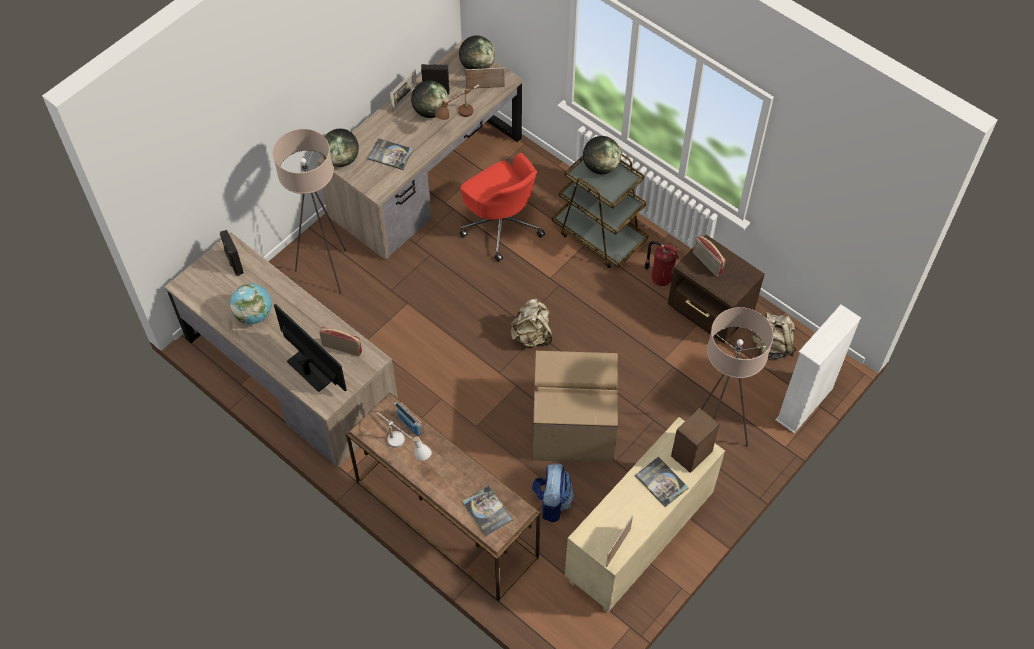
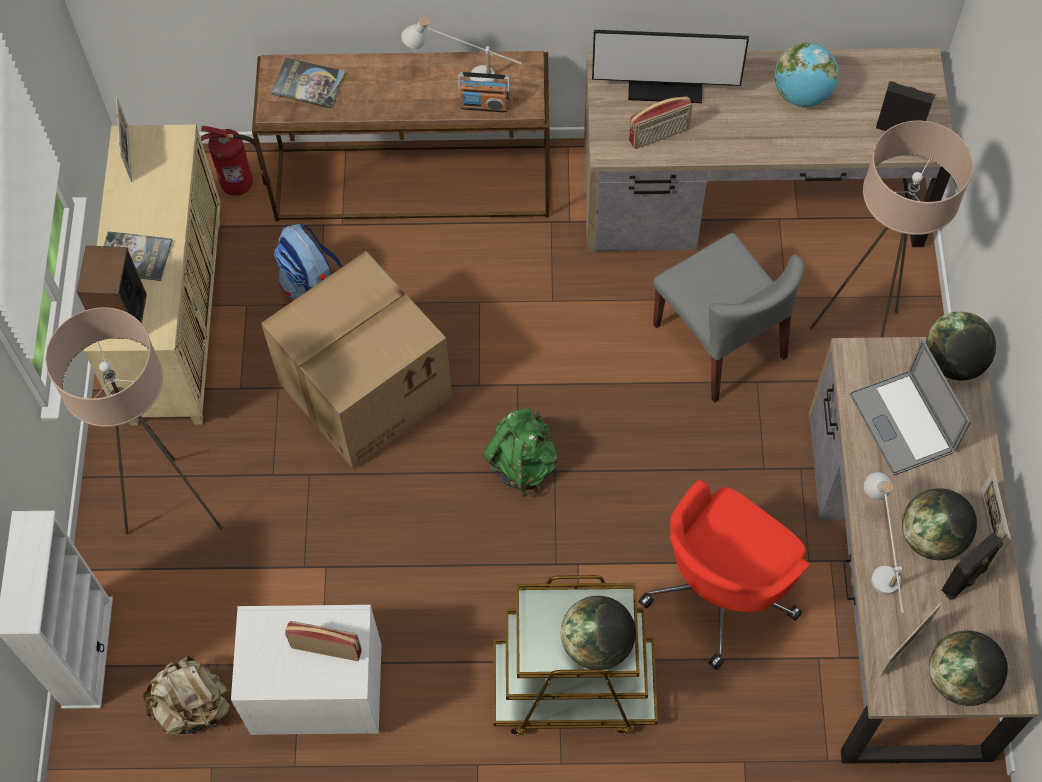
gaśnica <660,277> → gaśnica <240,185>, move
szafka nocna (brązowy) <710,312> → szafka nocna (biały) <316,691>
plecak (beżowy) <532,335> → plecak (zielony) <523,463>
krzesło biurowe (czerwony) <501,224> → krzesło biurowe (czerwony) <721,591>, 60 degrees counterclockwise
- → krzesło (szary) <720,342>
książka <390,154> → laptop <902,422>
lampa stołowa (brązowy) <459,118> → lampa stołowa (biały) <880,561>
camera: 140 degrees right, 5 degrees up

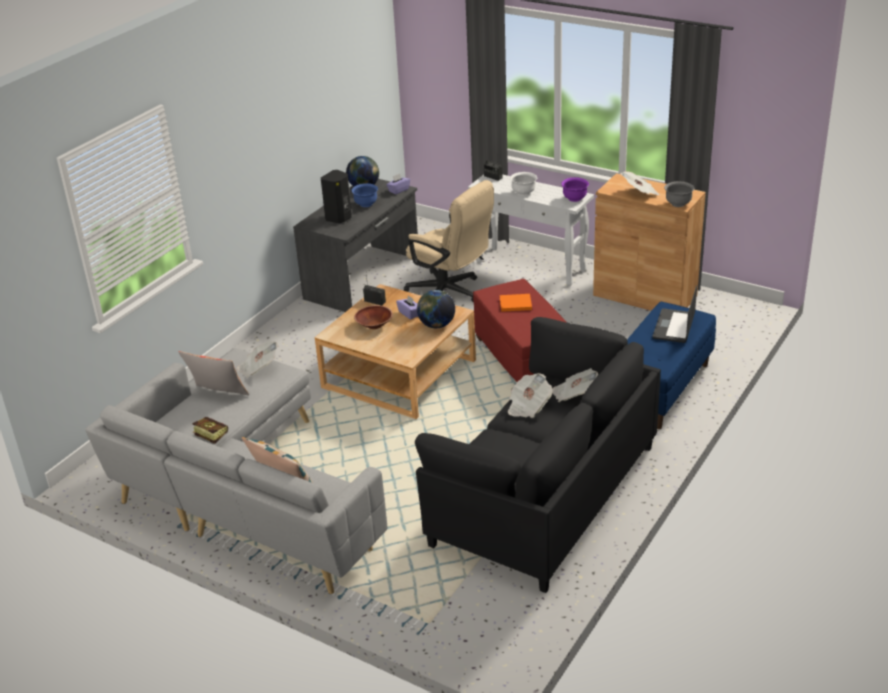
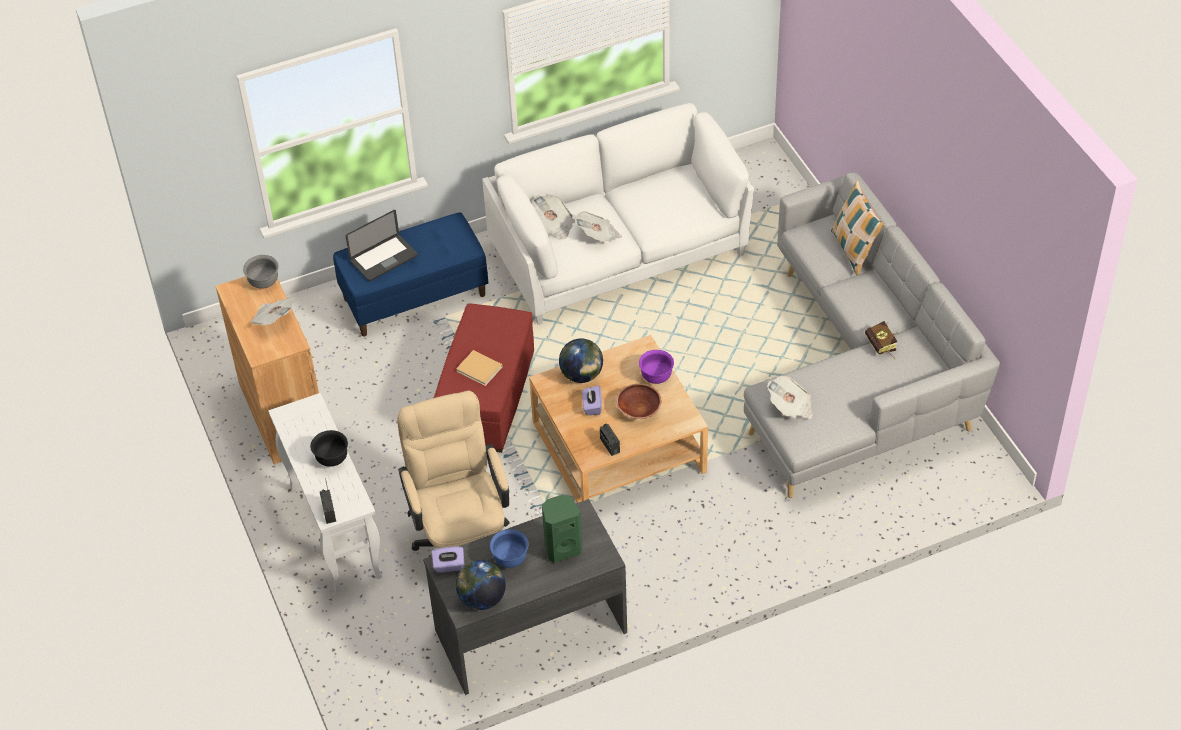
miska (biały) <523,193> → miska (czarny) <332,459>
książka (pomarańczowy) <514,304> → książka (beżowy) <480,369>
kanapa (czarny) <543,494> → kanapa (biały) <618,252>
głośnik (czarny) <339,218> → głośnik (zielony) <562,548>
miska (fioletowy) <574,199> → miska (fioletowy) <656,377>, move
poduszka <218,395> → -
camera: 145 degrees left, 15 degrees up

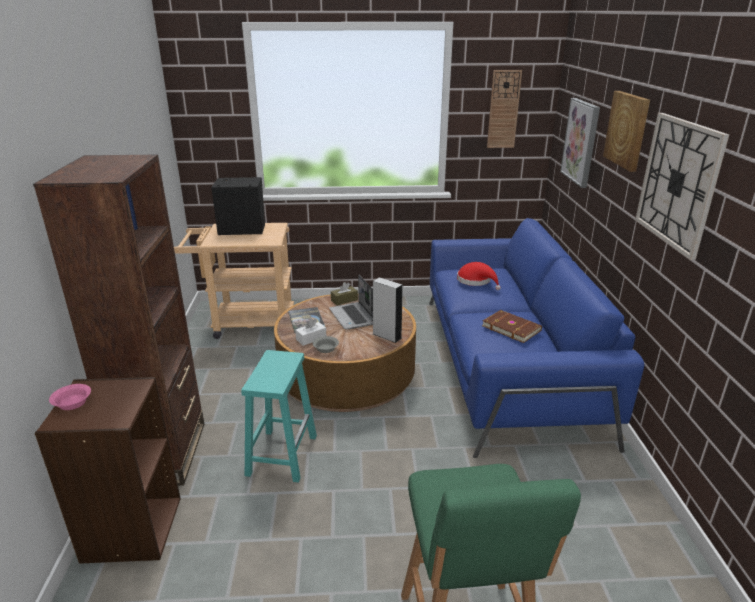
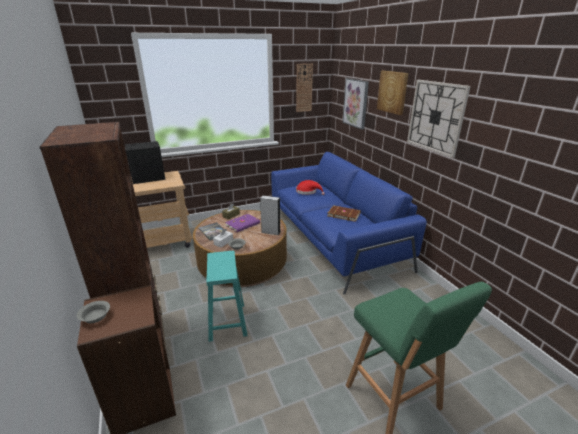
miska (różowy) <71,403> → miska (szary) <95,317>
laptop <353,317> → książka (fioletowy) <243,224>
camera: 20 degrees left, 0 degrees up

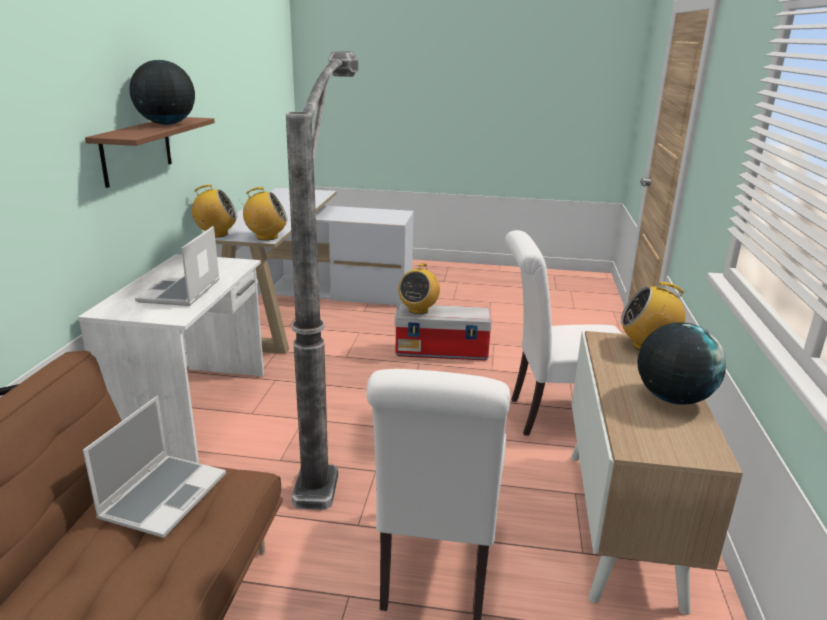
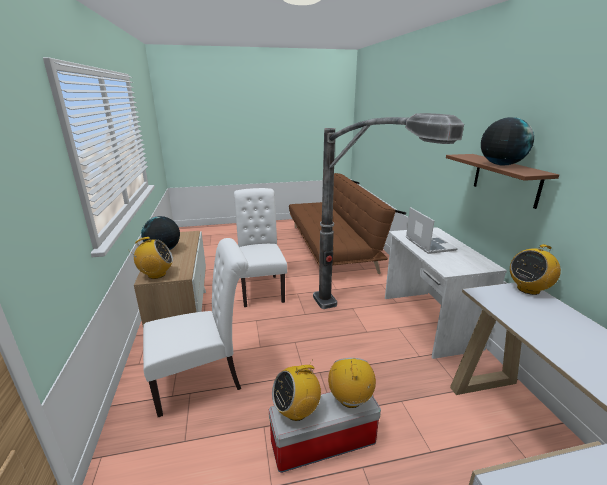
radio <266,237> → radio <297,410>, move
laptop <164,495> → -
camera: 160 degrees right, 0 degrees up

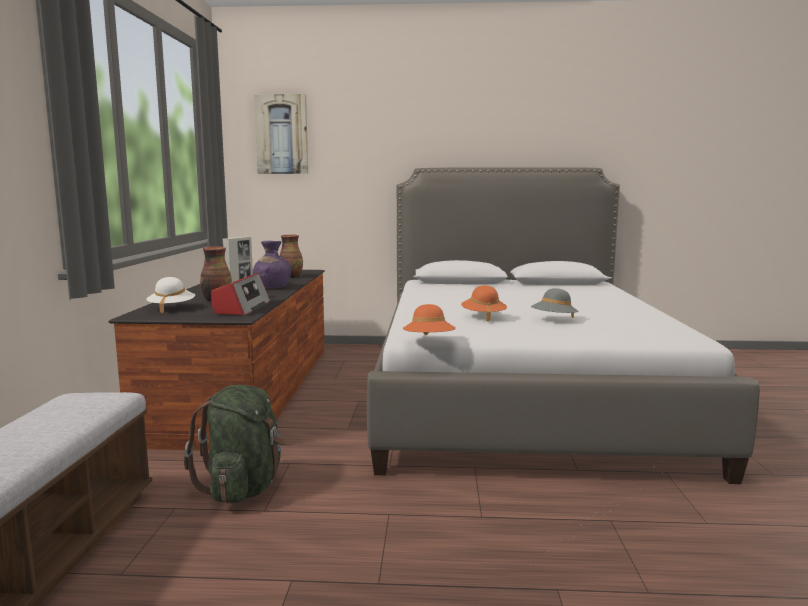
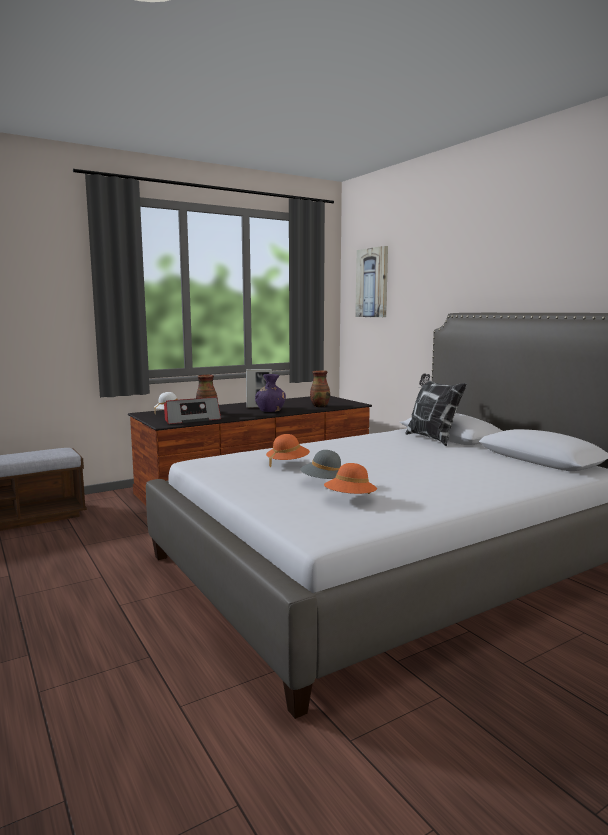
kapelusz (pomarańczowy) <429,341> → kapelusz (pomarańczowy) <350,499>, move
- → poduszka <432,438>
plecak (zielony) <243,488> → -
camera: 55 degrees right, 0 degrees up

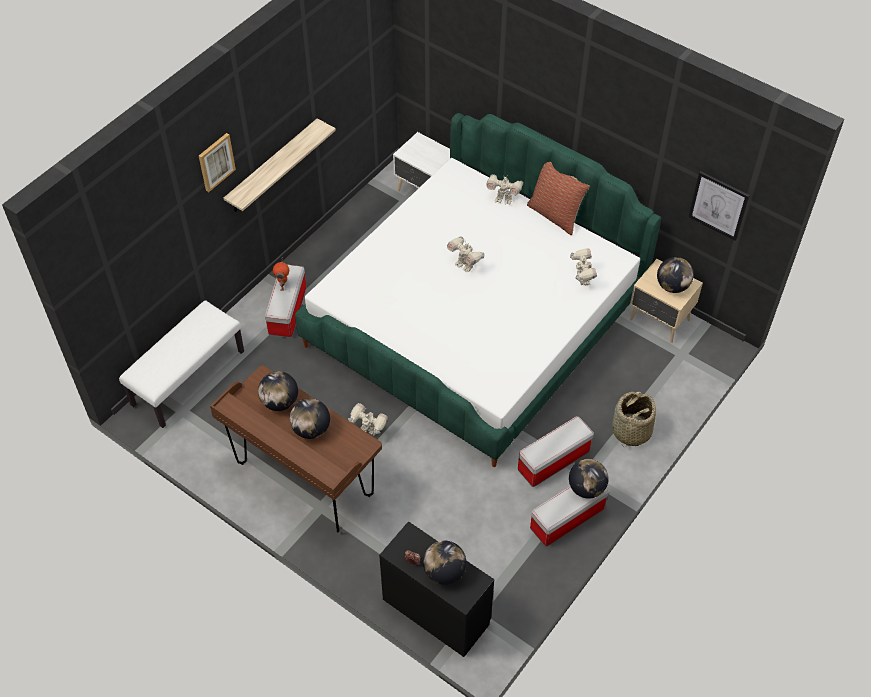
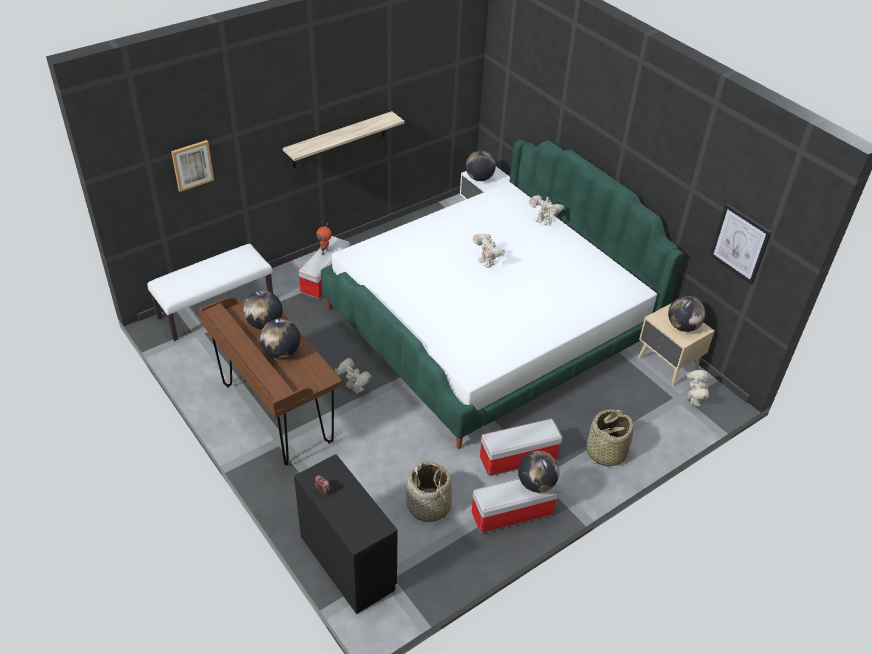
obraz <216,162> → obraz <192,165>, move
- → koszyk <429,506>
globus <444,572> → globus <479,178>, move
robot zabawkowy <581,279> → robot zabawkowy <692,399>, move
poduszka <555,215> → -
camera: 15 degrees right, 10 degrees down

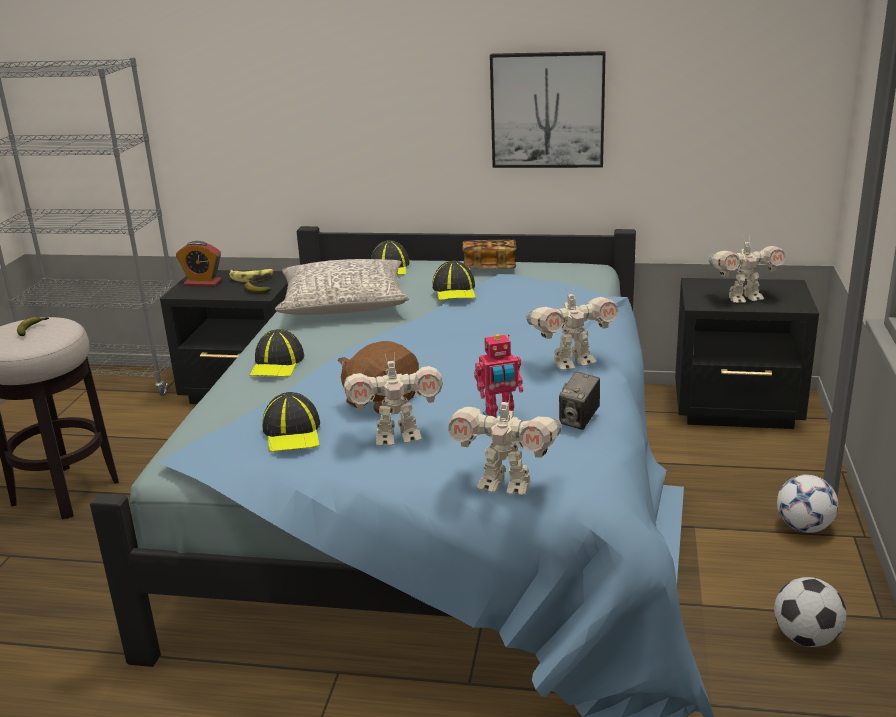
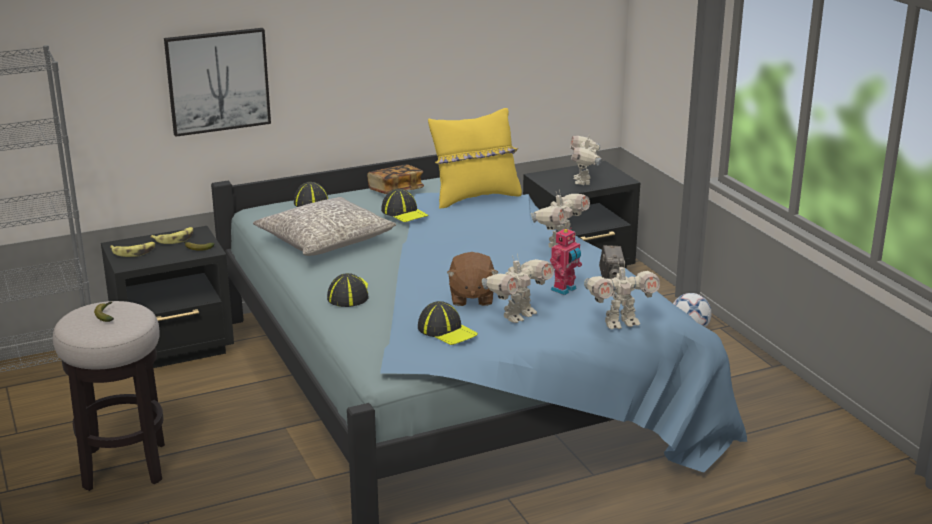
budzik <202,283> → banan <134,252>
obraz <547,110> → obraz <218,81>, move
czapka z daszkiem <277,364> → czapka z daszkiem <348,294>, 150 degrees counterclockwise
- → poduszka (żółty) <475,197>
robot zabawkowy <743,298> → robot zabawkowy <583,181>, 135 degrees clockwise
piłka futbolowa <806,638> → -
camera: 35 degrees left, 0 degrees up

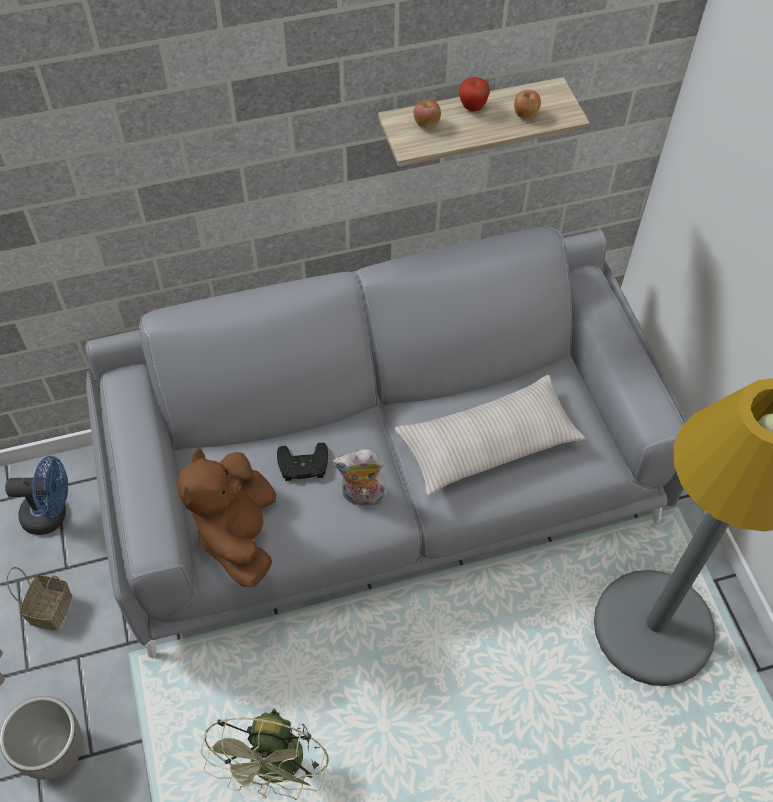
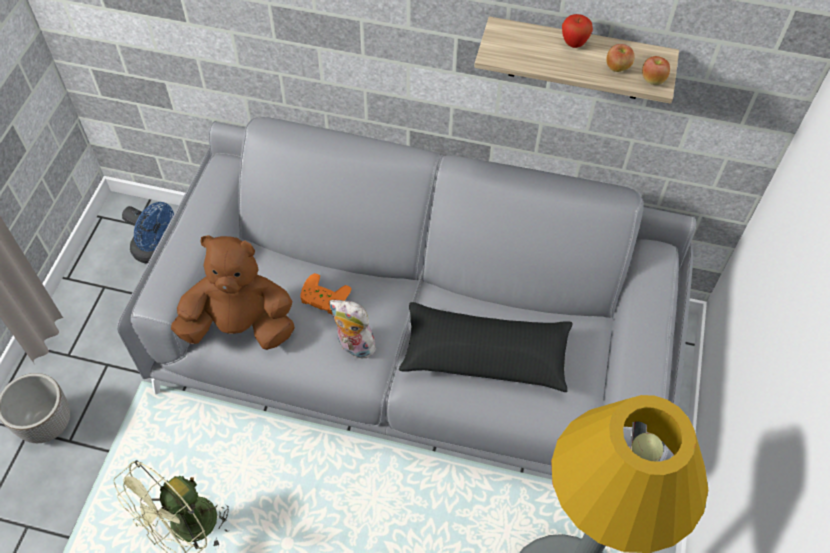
pluszak (brązowy) <239,534> → pluszak (brązowy) <240,326>, 60 degrees clockwise
pad do gier (czarny) <303,467> → pad do gier (pomarańczowy) <323,298>
poduszka (beżowy) <488,443> → poduszka (czarny) <485,355>
jabłko <426,124> → jabłko <652,80>, move
koszyk <51,608> → -
camera: 30 degrees right, 0 degrees up

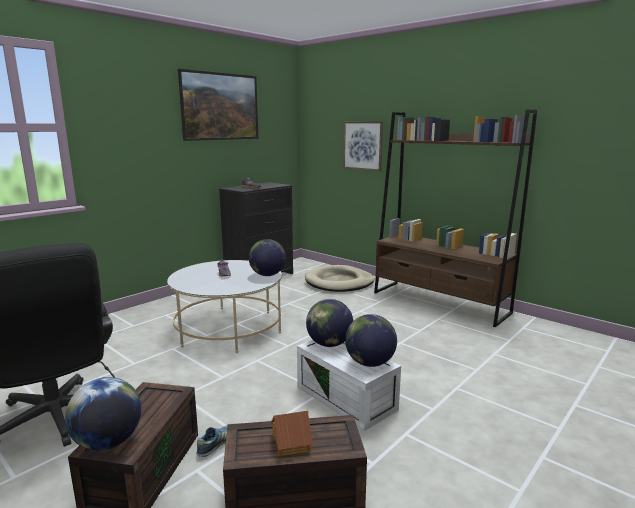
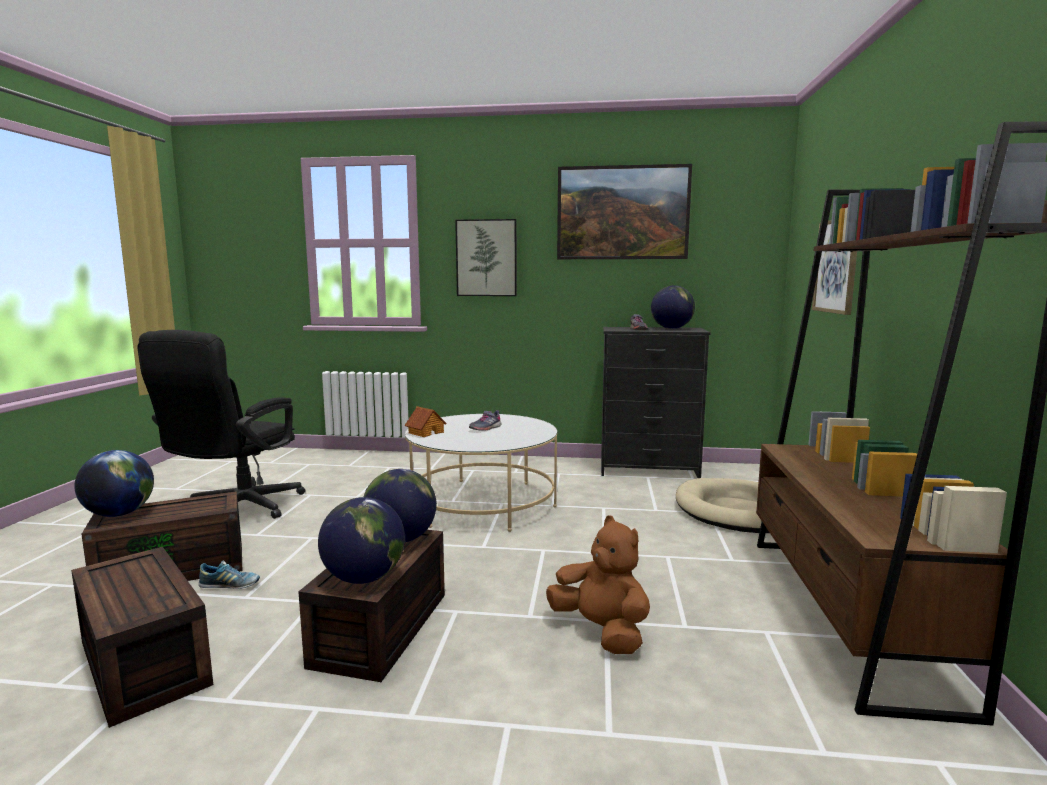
pojemnik do przechowywania (biały) <348,398> → pojemnik do przechowywania (brązowy) <382,630>
domek <290,442> → domek <425,432>, move
- → obraz <486,258>
- → pluszak (brązowy) <601,631>
globus <267,275> → globus <671,328>, move
camera: 55 degrees right, 5 degrees down

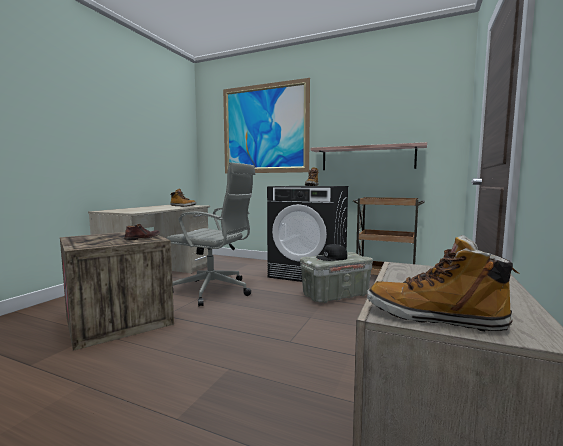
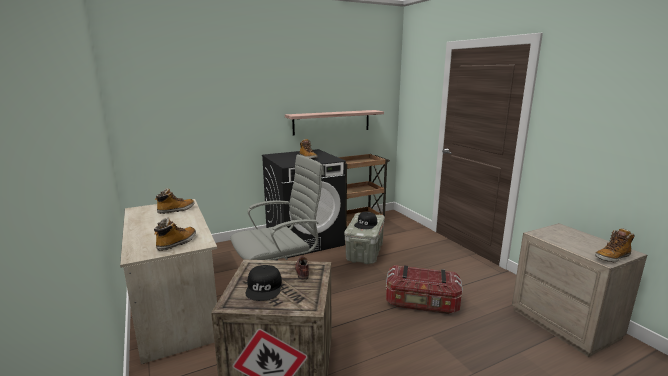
- → but z cholewką <177,243>
- → czapka z daszkiem (czarny) <264,288>
- → pojemnik do przechowywania <422,303>
obraz <264,129> → -
camera: 50 degrees left, 10 degrees up

